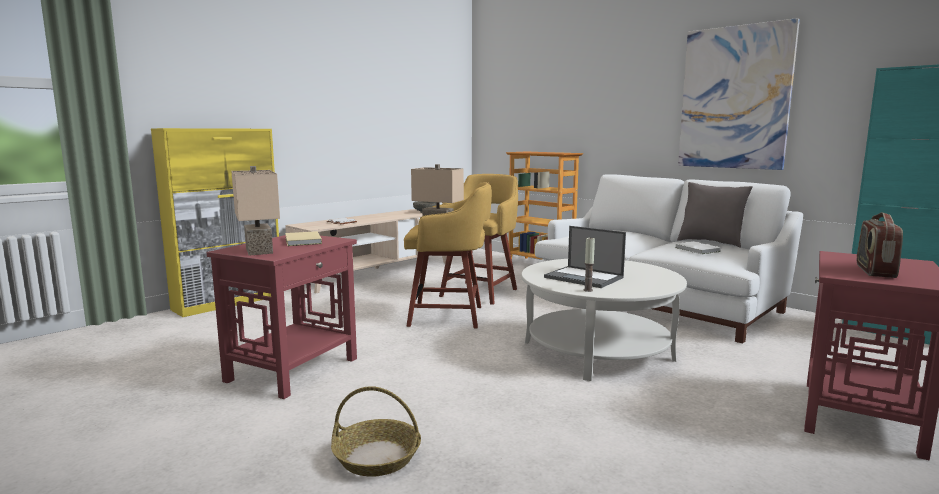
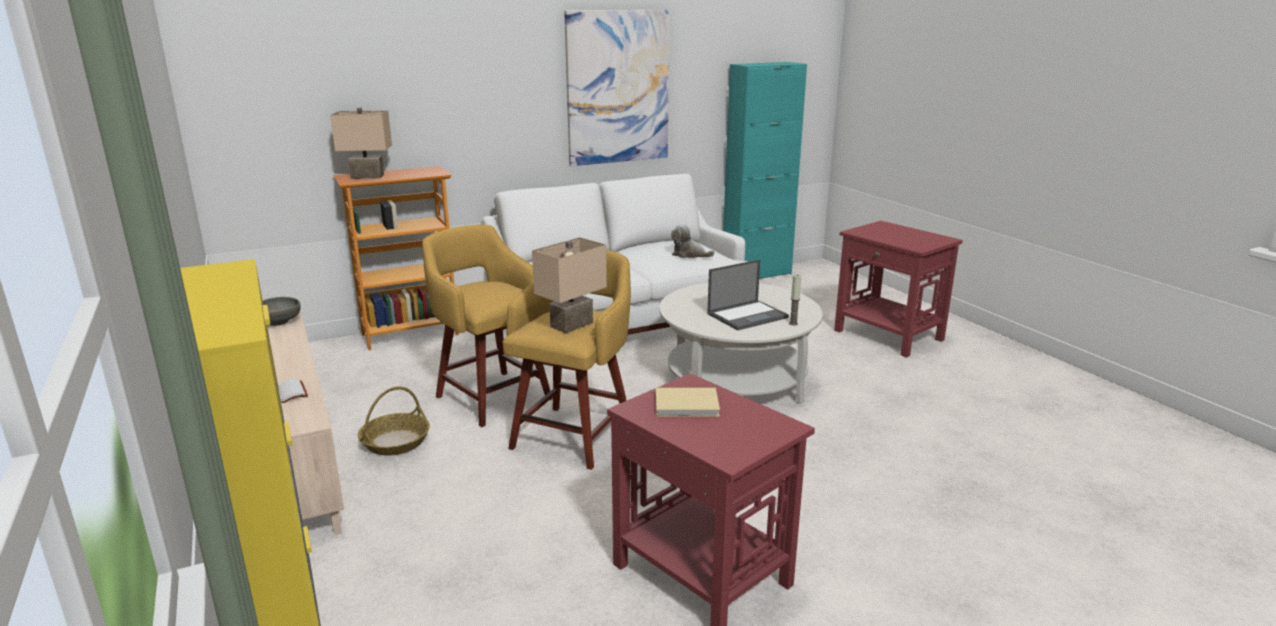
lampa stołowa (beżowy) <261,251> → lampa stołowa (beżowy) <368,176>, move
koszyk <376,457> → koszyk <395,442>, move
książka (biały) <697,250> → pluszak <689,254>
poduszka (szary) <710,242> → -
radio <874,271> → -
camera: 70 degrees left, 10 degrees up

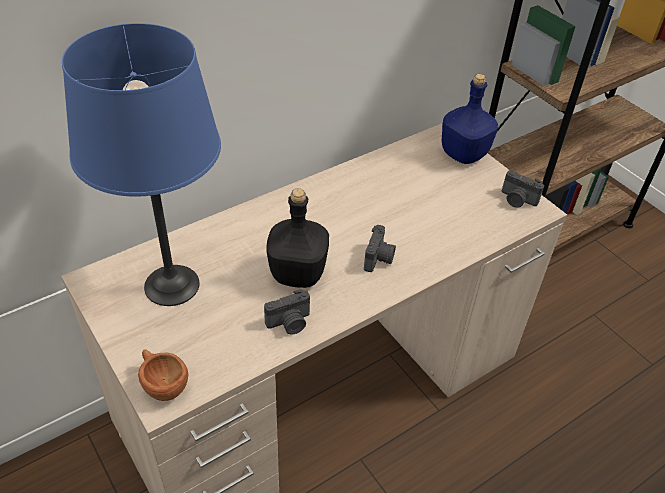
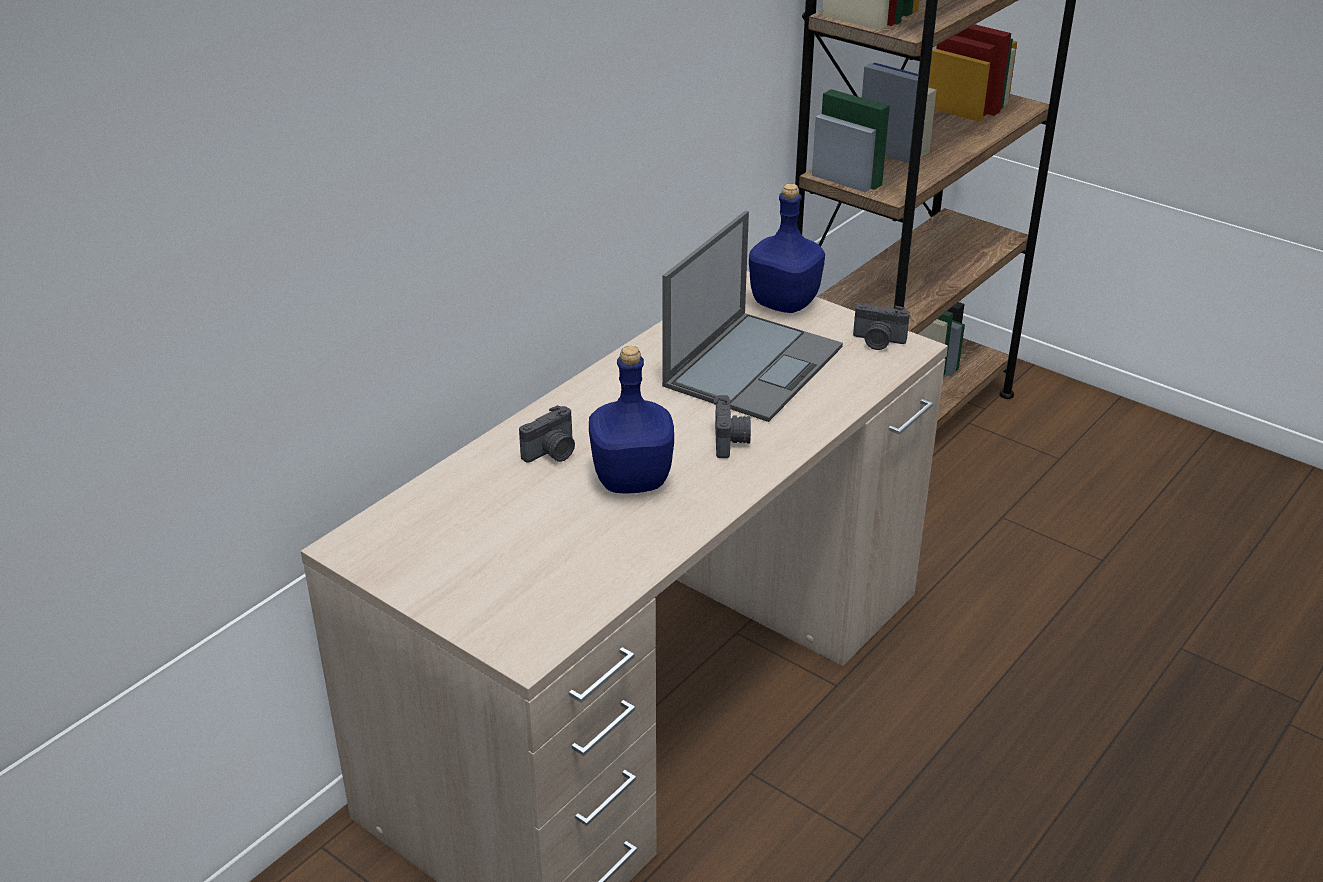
aparat fotograficzny <290,323> → aparat fotograficzny <552,453>, move
butelka (czarny) <296,273> → butelka (niebieski) <630,480>
- → laptop <754,365>
lampa stołowa (niebieski) <172,285> → -
filiżanka (brązowy) <162,384> → -
camera: 15 degrees left, 10 degrees down

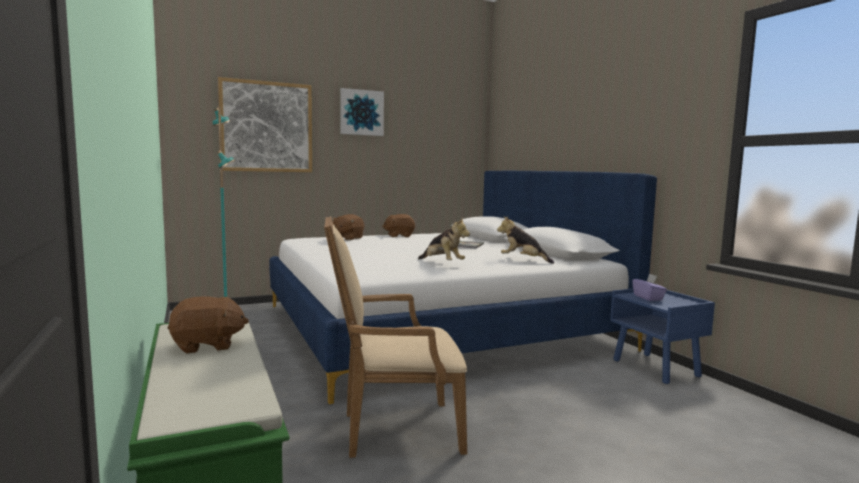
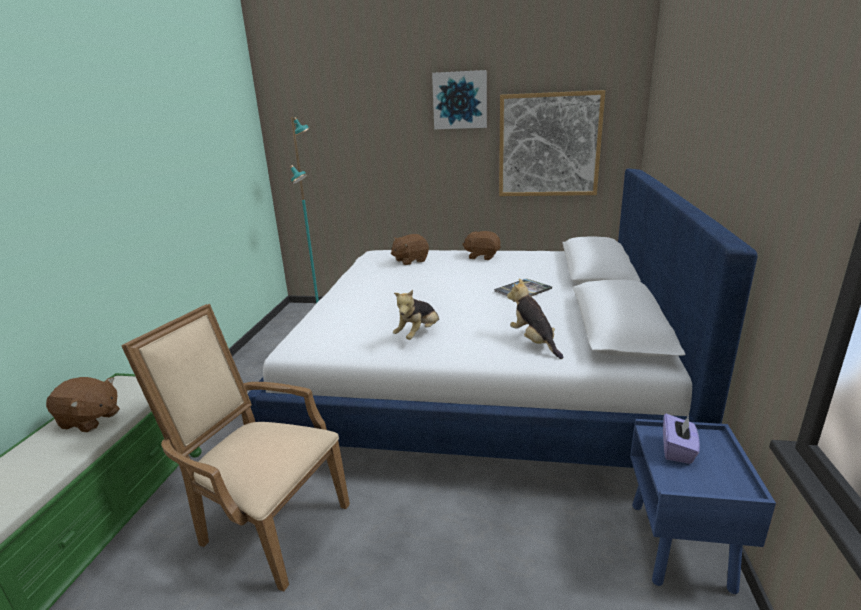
pluszak <442,263> → pluszak <418,334>, 45 degrees clockwise
obraz <266,127> → obraz <549,145>, move
camera: 35 degrees right, 15 degrees up

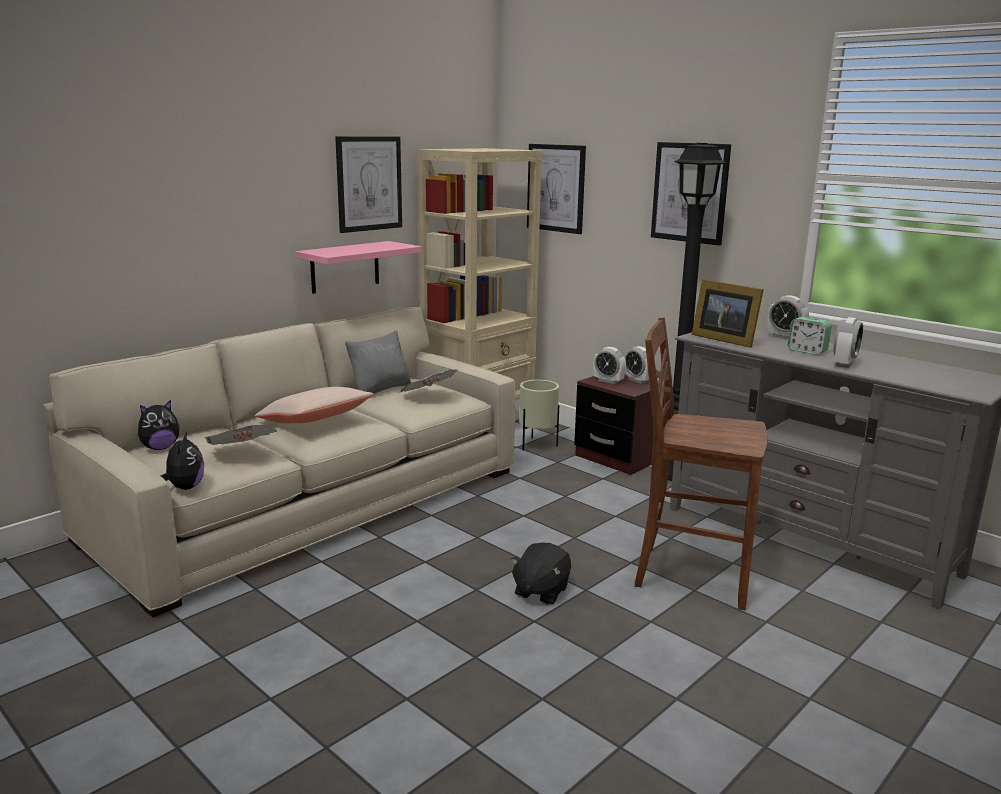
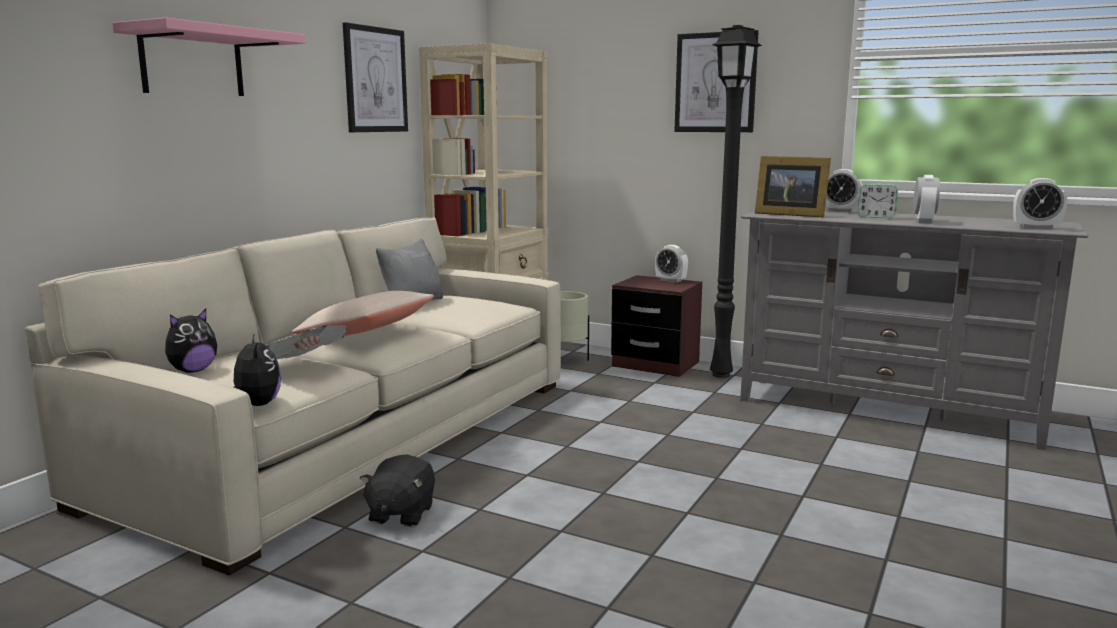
półka (różowy) <345,267> → półka (różowy) <192,62>, move
pluszak (czarny) <540,591> → pluszak (czarny) <400,514>, move
budzik <608,381> → budzik <1036,228>, move
gazeta <427,396> → -
obraz <556,188> → -
krzesło (brązowy) <689,575> → -
camera: 15 degrees left, 5 degrees down

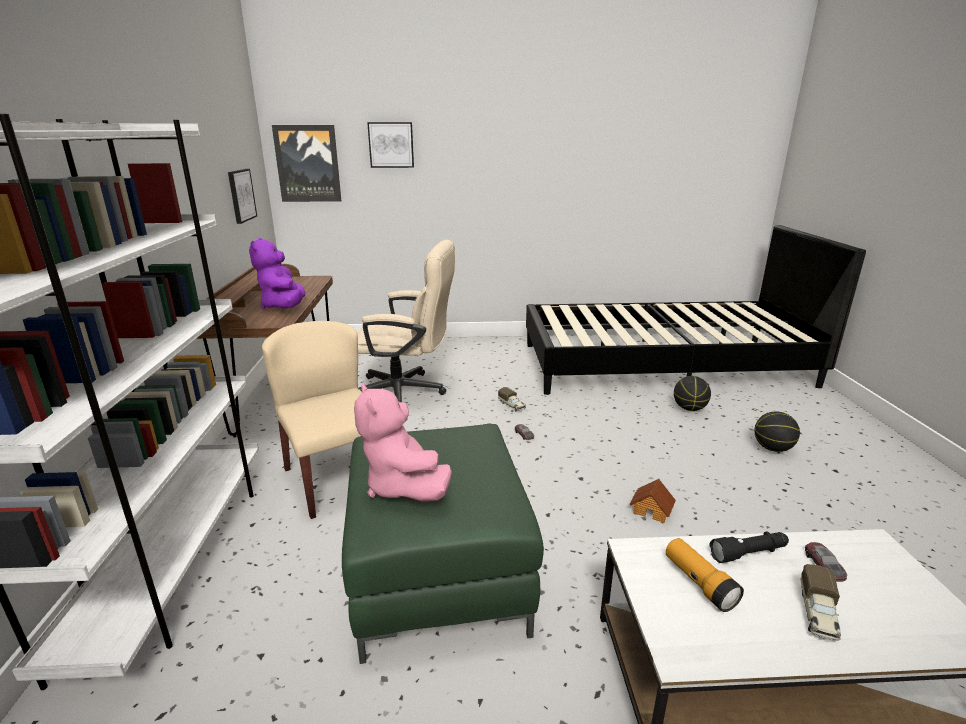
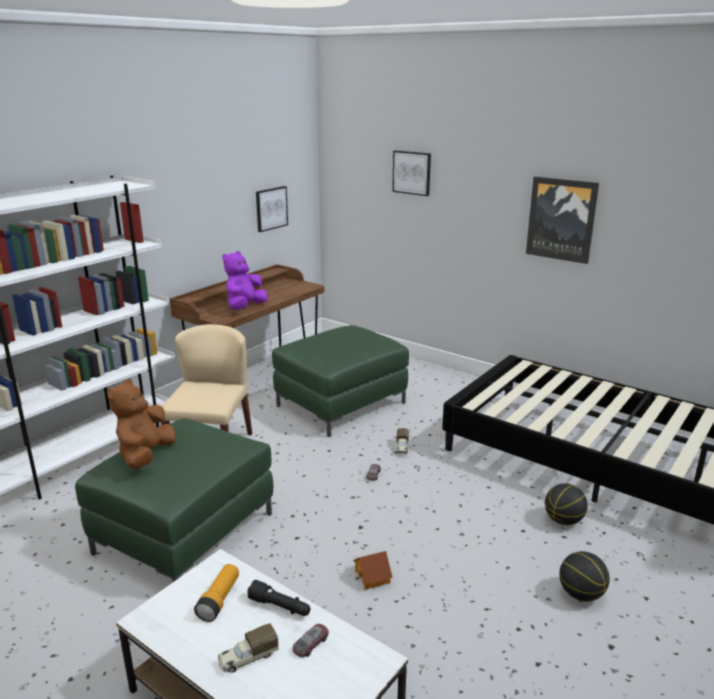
pluszak (różowy) <402,486> → pluszak (brązowy) <146,456>
krzesło biurowe (beżowy) <407,392> → pufa (zielony) <341,404>
obraz <308,164> → obraz <561,219>, move
camera: 40 degrees right, 0 degrees up

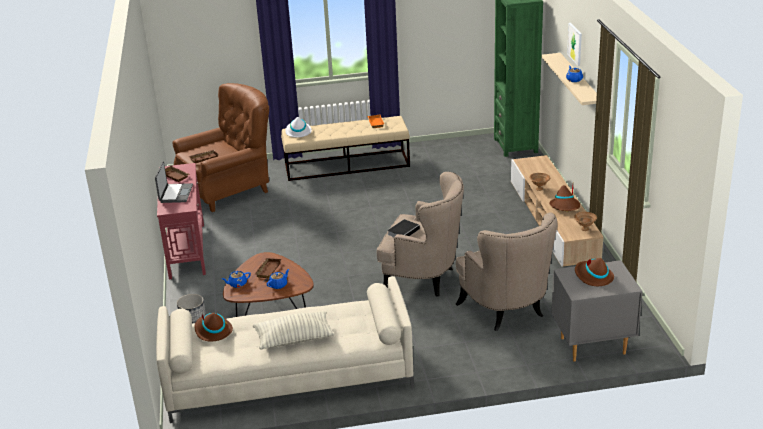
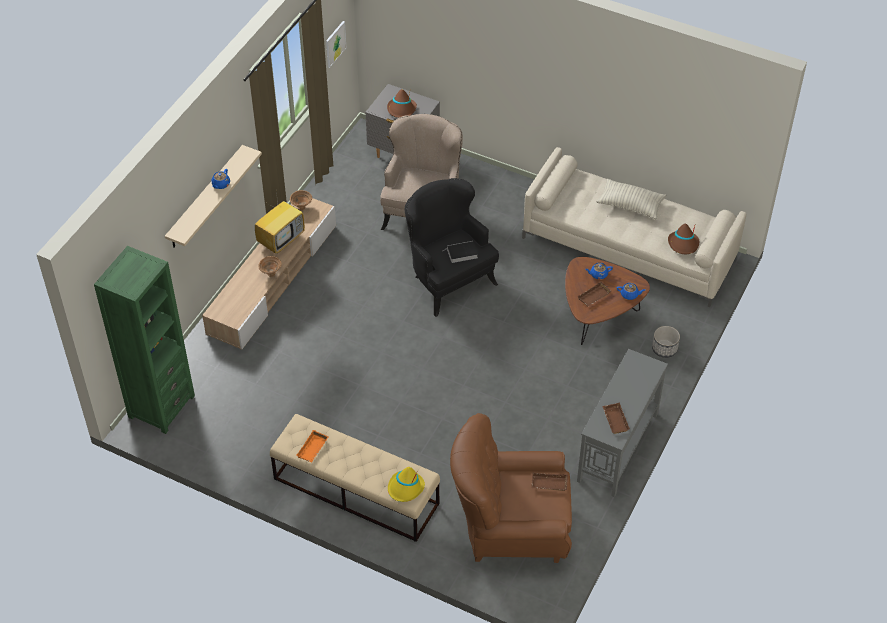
kapelusz (brązowy) <565,207> → telewizor <281,240>
obraz <575,44> → obraz <335,44>, move
kapelusz (biały) <298,132> → kapelusz (żółty) <405,488>
fotel (beżowy) <423,279> → fotel (czarny) <448,280>
stolik konsolowy (czerwony) <187,250> → stolik konsolowy (szary) <617,447>
laptop <175,194> → -
camera: 145 degrees left, 20 degrees up

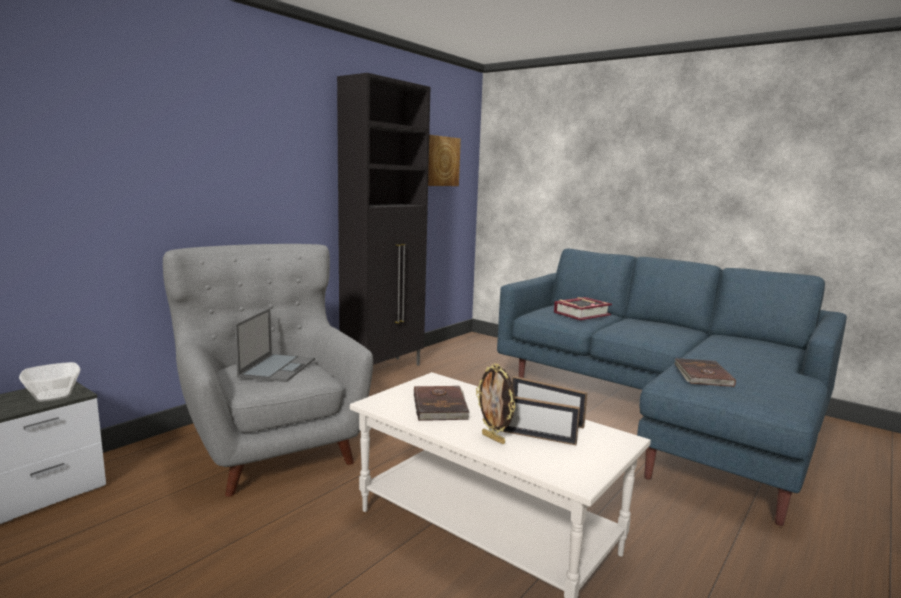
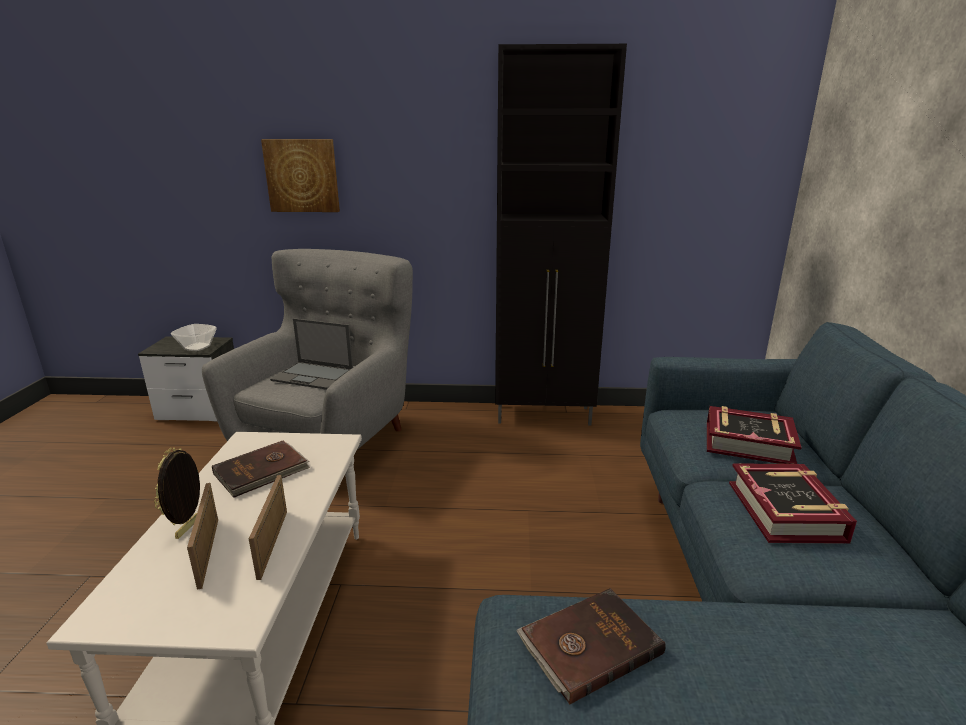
obraz <441,161> → obraz <302,176>, move
laptop <277,367> → laptop <314,375>, 45 degrees clockwise
- → książka <786,511>
camera: 55 degrees right, 10 degrees up

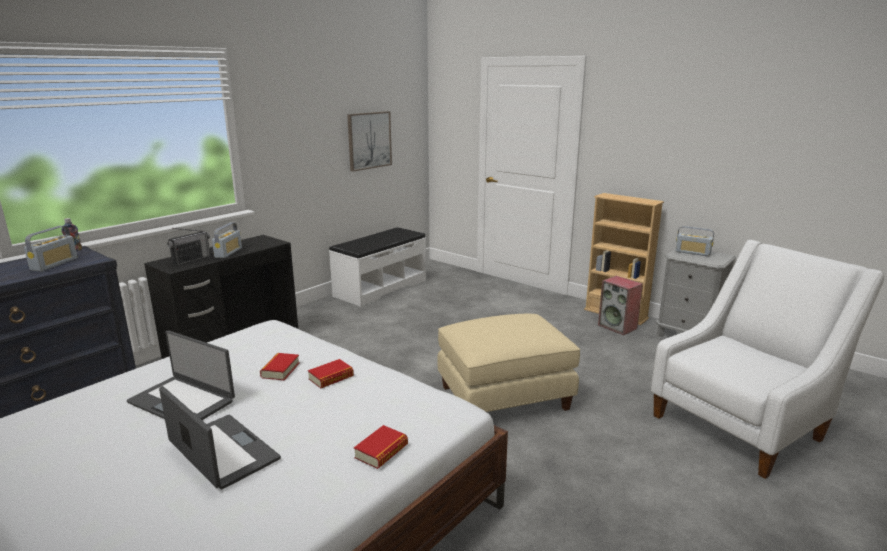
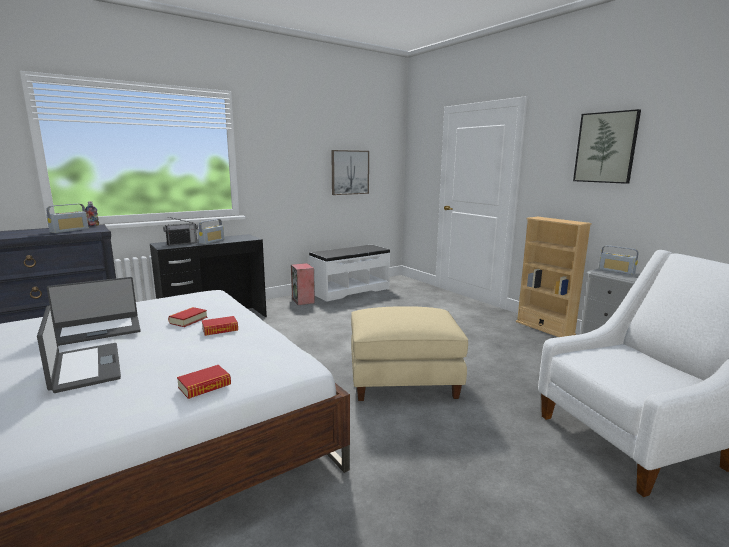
laptop <182,401> → laptop <97,331>, 75 degrees counterclockwise
głośnik <618,327> → głośnik <303,301>, move
- → obraz <606,147>
camera: 15 degrees right, 5 degrees down

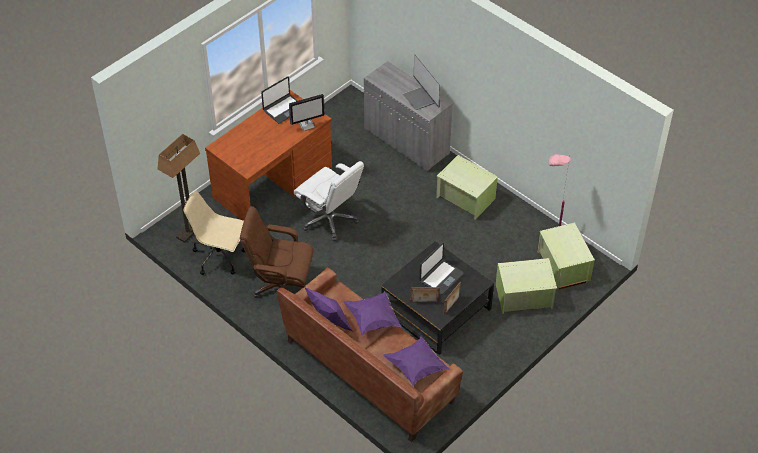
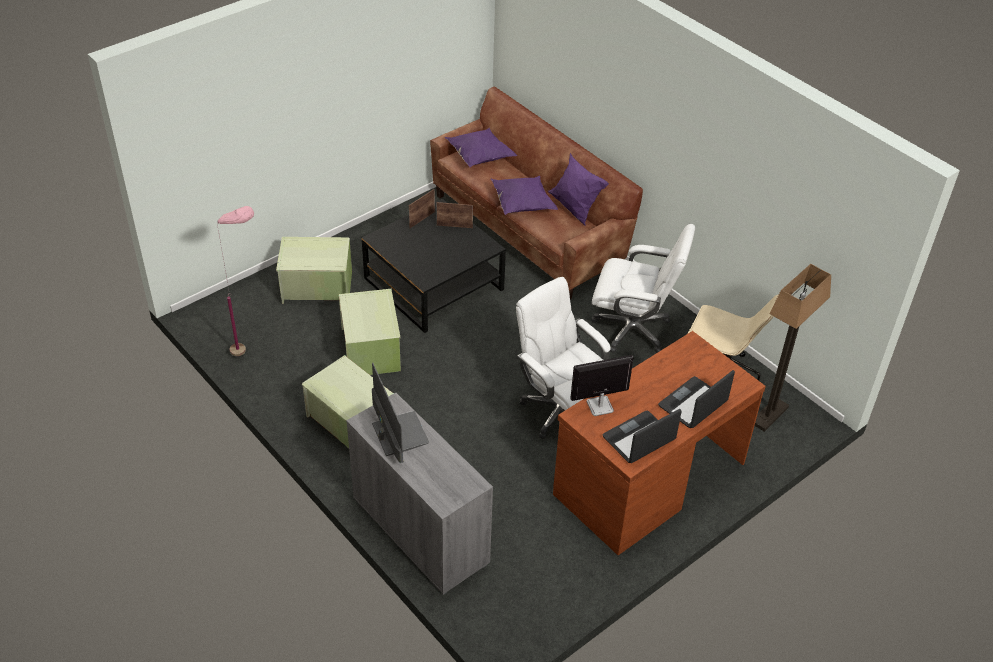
pojemnik do przechowywania (zielony) <563,267> → pojemnik do przechowywania (zielony) <371,349>, move
krzesło biurowe (brązowy) <281,286> → krzesło biurowe (biały) <633,329>
laptop <441,277> → laptop <693,404>, move
camera: 175 degrees left, 5 degrees down

